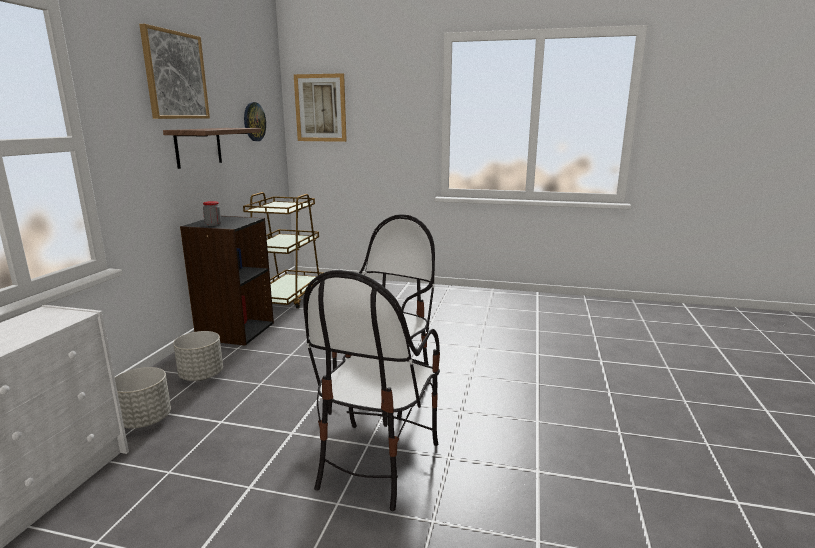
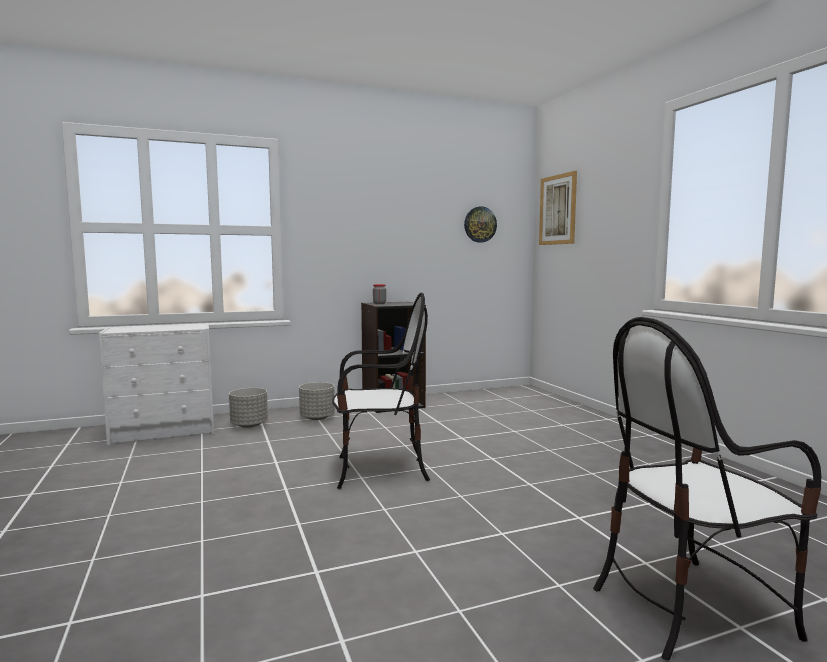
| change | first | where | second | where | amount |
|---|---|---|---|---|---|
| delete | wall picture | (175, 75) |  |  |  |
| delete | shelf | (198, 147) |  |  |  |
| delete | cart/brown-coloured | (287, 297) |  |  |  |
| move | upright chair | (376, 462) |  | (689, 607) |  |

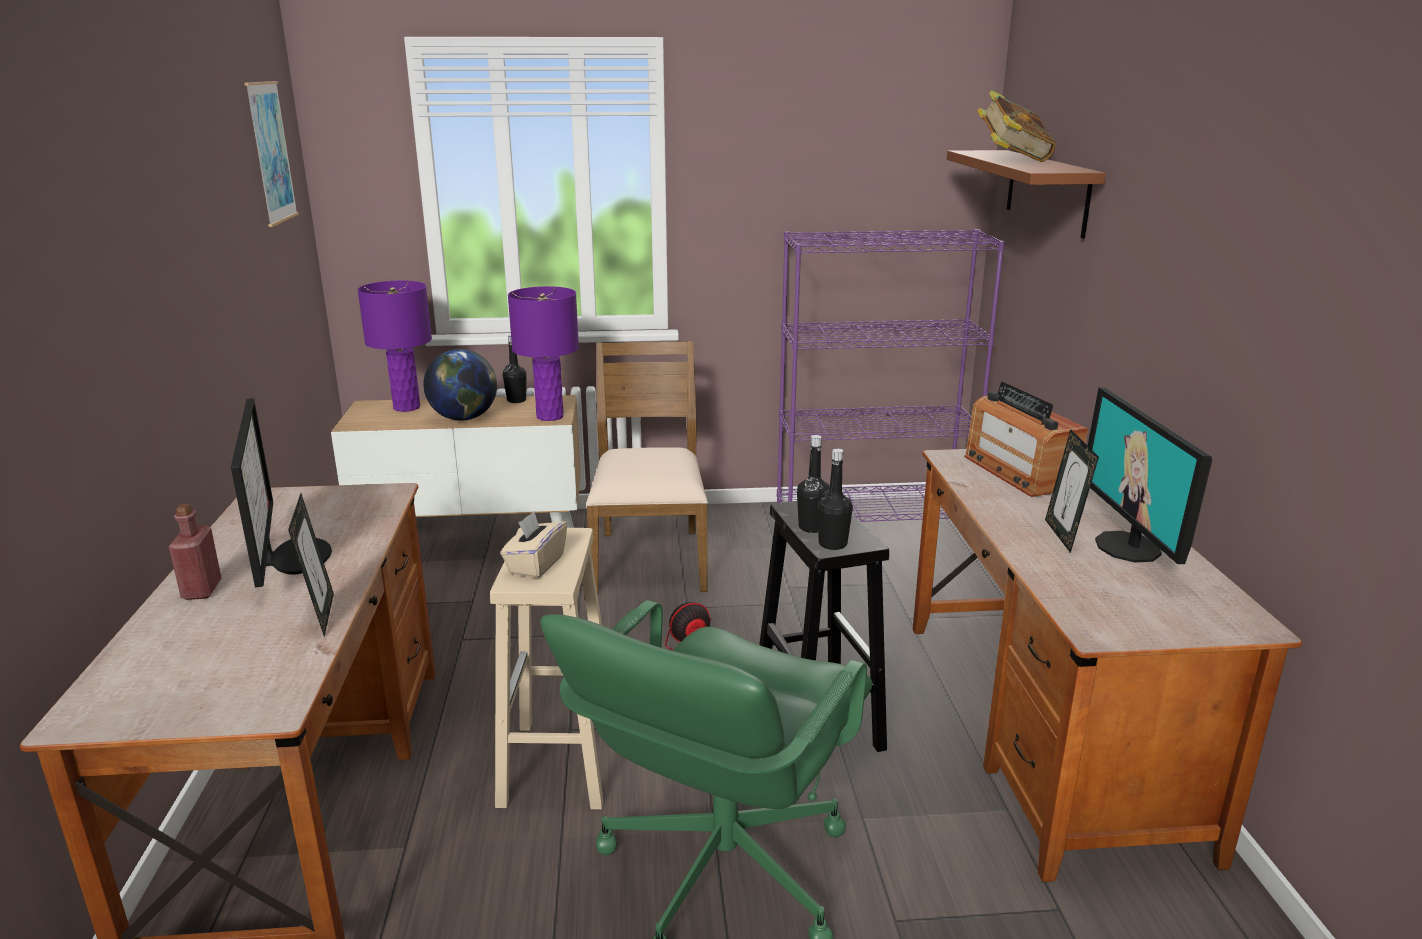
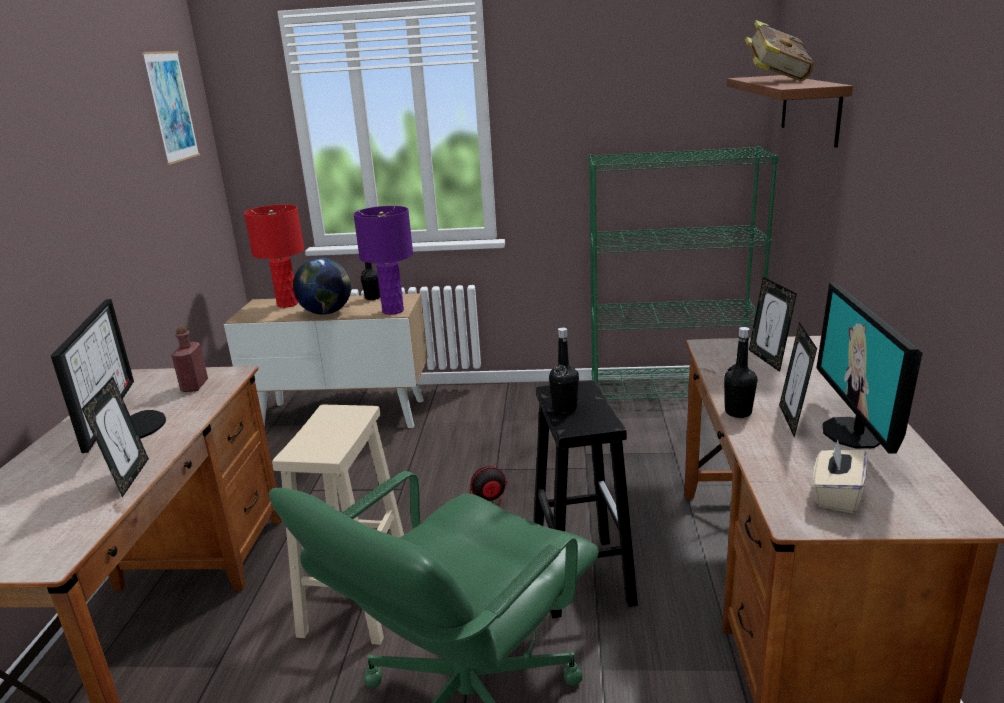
| change | first | where | second | where | amount |
|---|---|---|---|---|---|
| delete | upright chair/brown-coloured | (650, 560) |  |  |  |
| move | bottle/red | (202, 590) |  | (194, 386) |  |
| move | tissue box/beige | (535, 564) |  | (836, 495) |  |
| move | bottle/black | (832, 544) |  | (738, 412) |  |
| replace | radio | (1018, 472) | standing frame | (768, 360) |  |
| recolor | lamp for a table/purple | (406, 407) | lamp for a table/red | (287, 304) |  |
| recolor | bookshelf/purple | (873, 515) | bookshelf/green | (672, 392) |  |

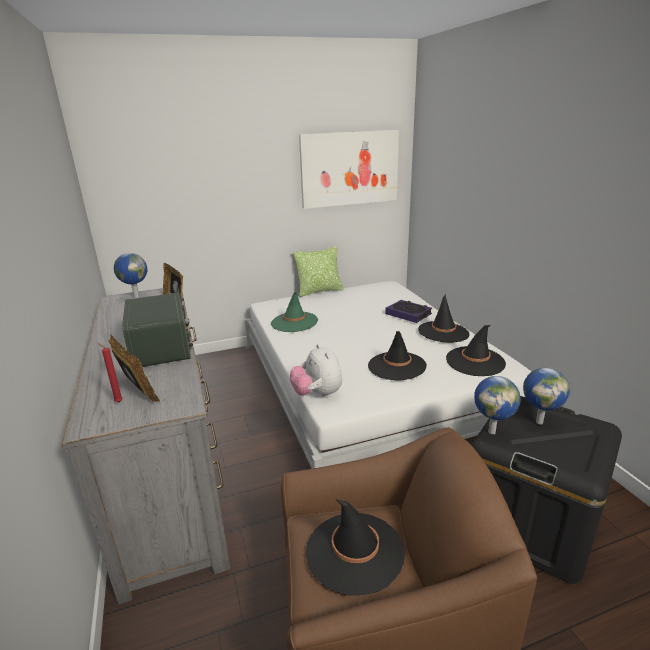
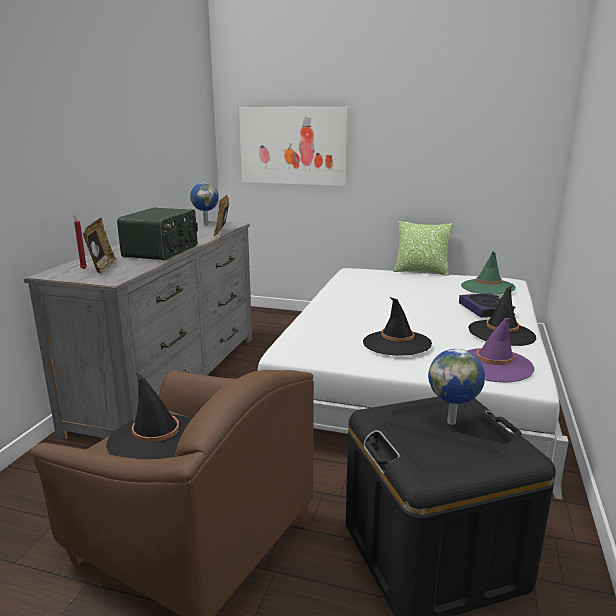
| change | first | where | second | where | amount |
|---|---|---|---|---|---|
| delete | plush toy | (317, 394) |  |  |  |
| delete | globe | (492, 431) |  |  |  |
| move | clothing hat/green | (294, 322) |  | (487, 287) |  |
| move | wall picture | (349, 168) |  | (293, 146) |  |
| recolor | clothing hat/black | (475, 361) | clothing hat/purple | (494, 366) |  |

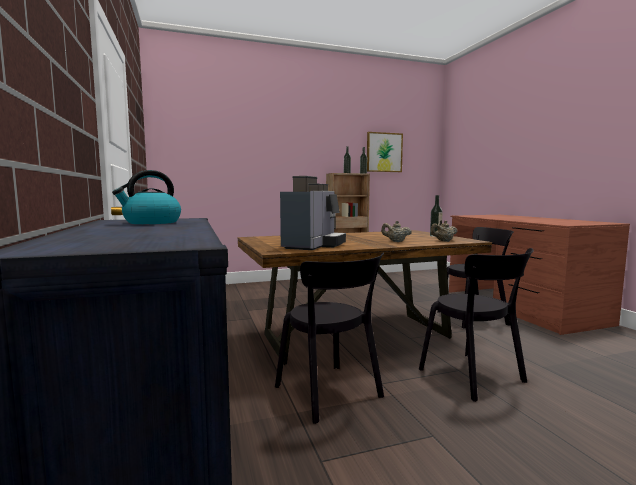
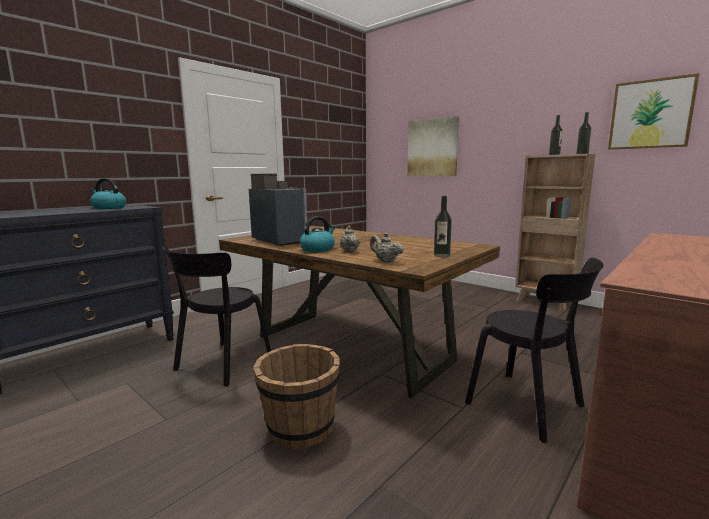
| change | first | where | second | where | amount |
|---|---|---|---|---|---|
| insert |  |  | kettle | (318, 249) |  |
| insert |  |  | wall picture | (432, 148) |  |
| replace | upright chair/black | (474, 377) | water bucket/brown-coloured | (300, 428) |  |
| rotate | coffee maker | (313, 246) |  | (281, 240) | 120 degrees counterclockwise |

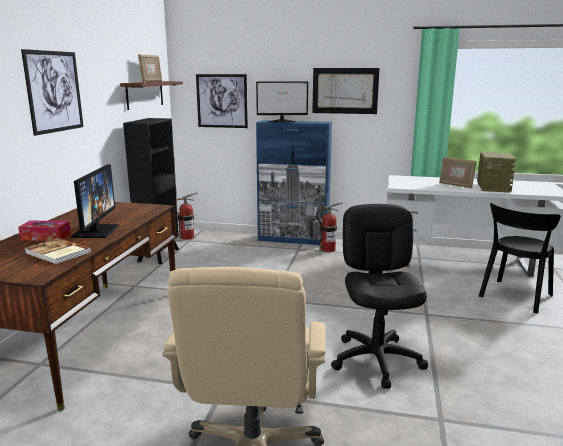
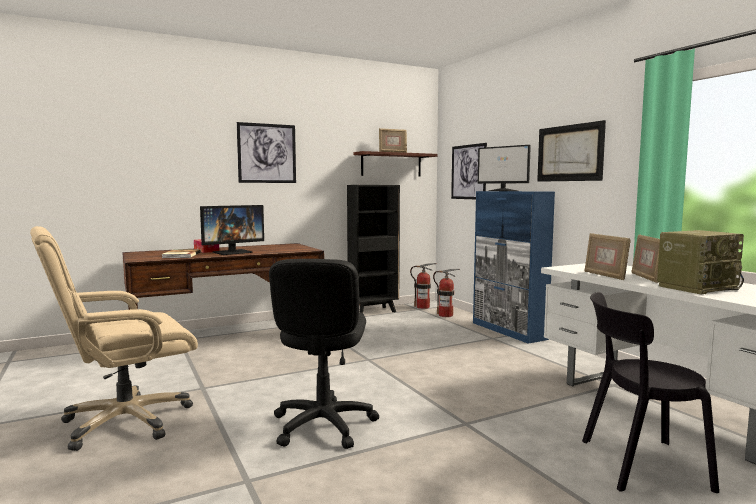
| change | first | where | second | where | amount |
|---|---|---|---|---|---|
| insert |  |  | standing frame | (605, 275) |  |
| move | extinguisher | (328, 249) |  | (446, 315) |  |
| rotate | desk chair/black | (377, 360) |  | (323, 425) | 135 degrees clockwise |

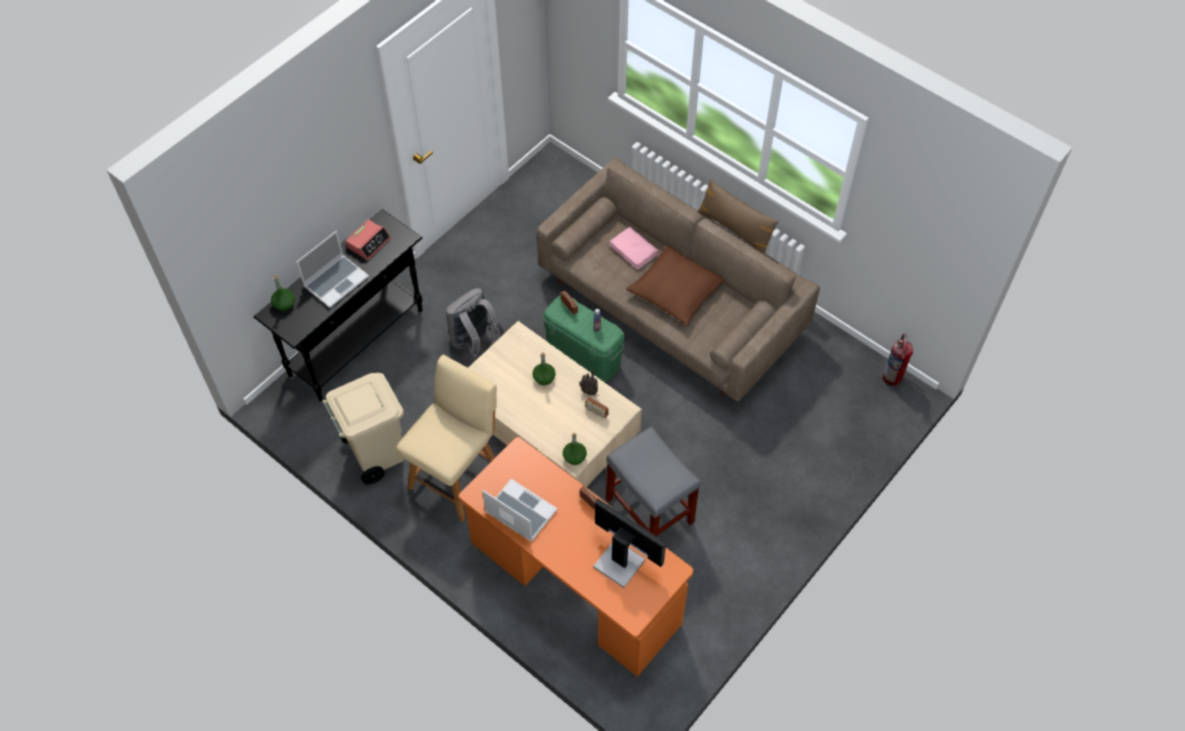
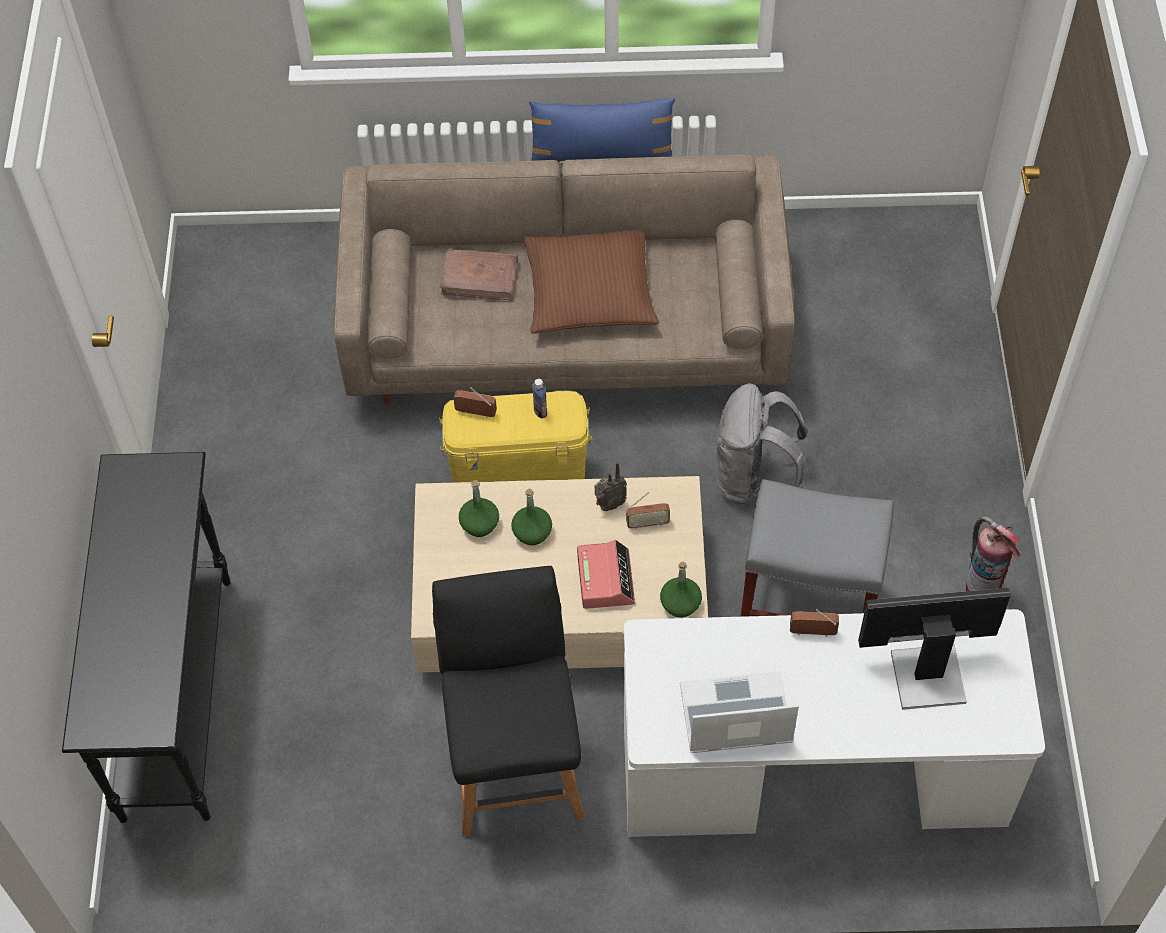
| change | first | where | second | where | amount |
|---|---|---|---|---|---|
| delete | laptop | (336, 281) |  |  |  |
| delete | rubbish bin/beige | (376, 454) |  |  |  |
| move | bottle/green | (284, 304) |  | (480, 524) |  |
| move | table clock | (369, 243) |  | (605, 579) |  |
| move | rucksack/greyish | (474, 342) |  | (754, 478) |  |
| move | extinguisher | (892, 377) |  | (982, 589) |  |
| recolor | upright chair/beige | (457, 477) | upright chair/black | (515, 766) |  |
| recolor | desk/orange | (575, 583) | desk/white-coloured | (812, 777) |  |
| recolor | storage container/green | (583, 355) | storage container/yellowish | (518, 476) |  |
| recolor | bound book/pink-coloured | (634, 250) | bound book/brown-coloured | (480, 277) |  |
| recolor | cushion/brown-coloured | (735, 230) | cushion/blue | (602, 156) |  |

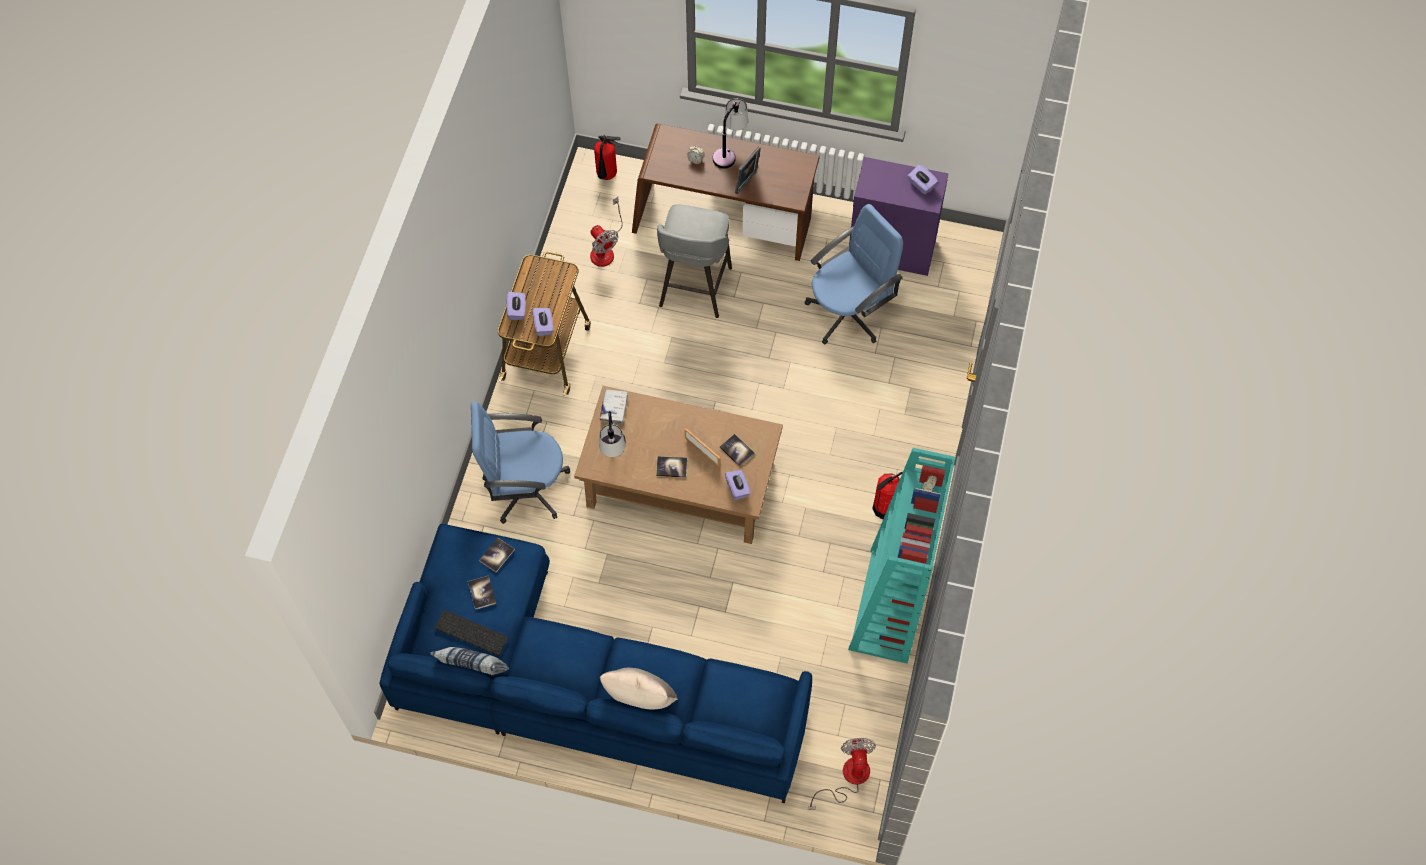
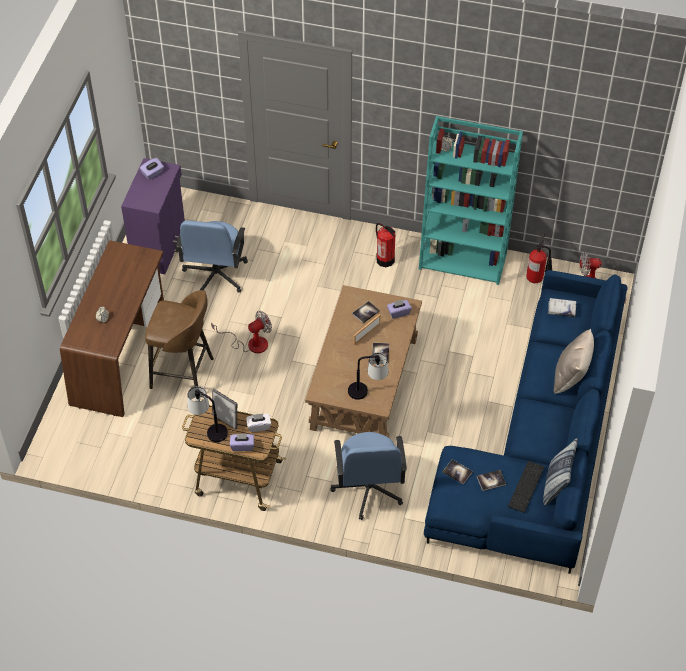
| change | first | where | second | where | amount |
|---|---|---|---|---|---|
| move | fan | (605, 249) |  | (250, 343) |  |
| move | extinguisher | (607, 176) |  | (537, 278) |  |
| move | bound book/white-coloured | (614, 408) |  | (561, 310) |  |
| move | lamp for a table | (729, 151) |  | (209, 429) |  |
| move | standing frame | (747, 183) |  | (226, 420) |  |
| recolor | tissue box/purple | (544, 326) | tissue box/white-coloured | (259, 426) |  |
| recolor | sitting stool/greyish | (694, 289) | sitting stool/brown-coloured | (184, 374) |  |
| rotate | desk chair/blue | (848, 313) |  | (215, 275) | 135 degrees counterclockwise |

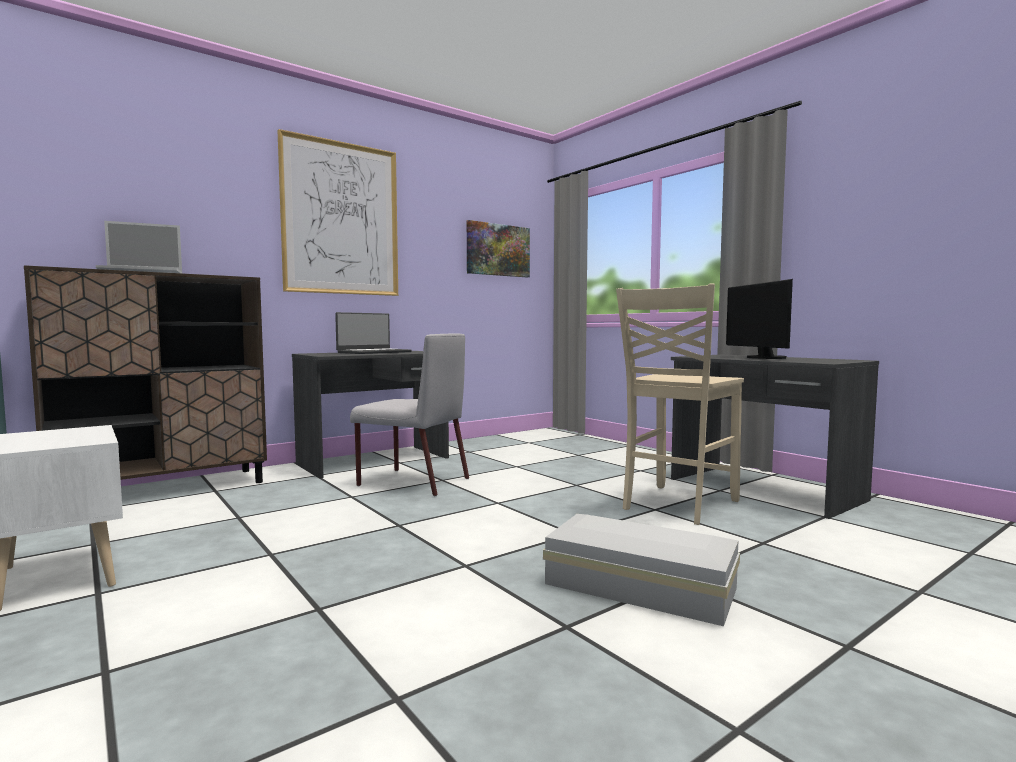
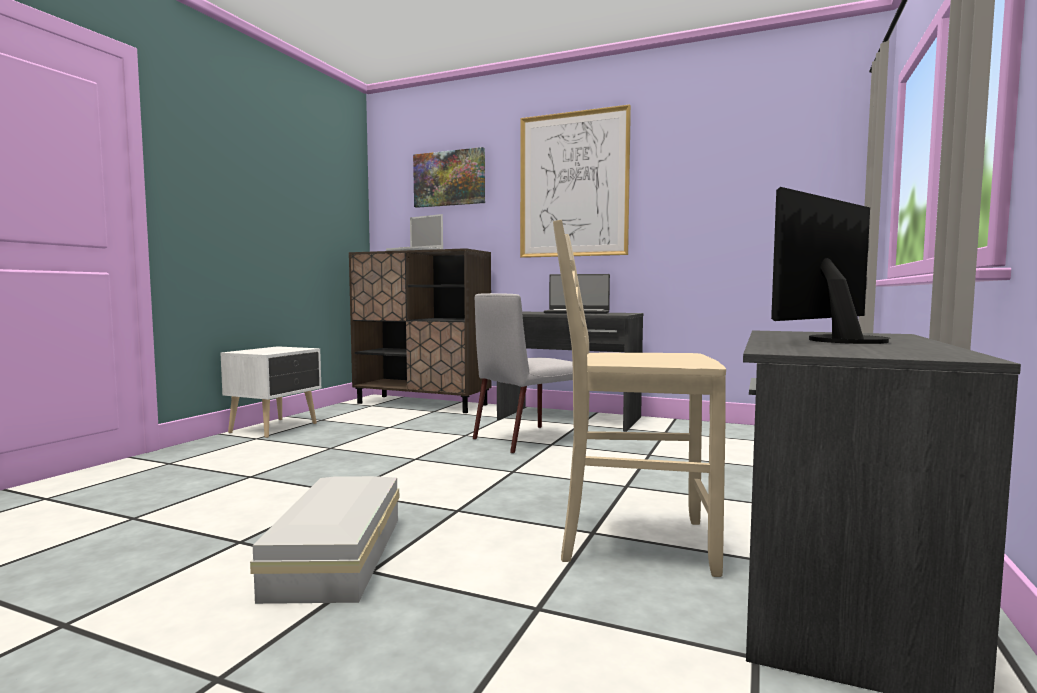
| change | first | where | second | where | amount |
|---|---|---|---|---|---|
| move | wall picture | (498, 250) |  | (449, 178) |  |
| rotate | upright chair/greyish | (412, 482) |  | (528, 439) | 60 degrees clockwise |

